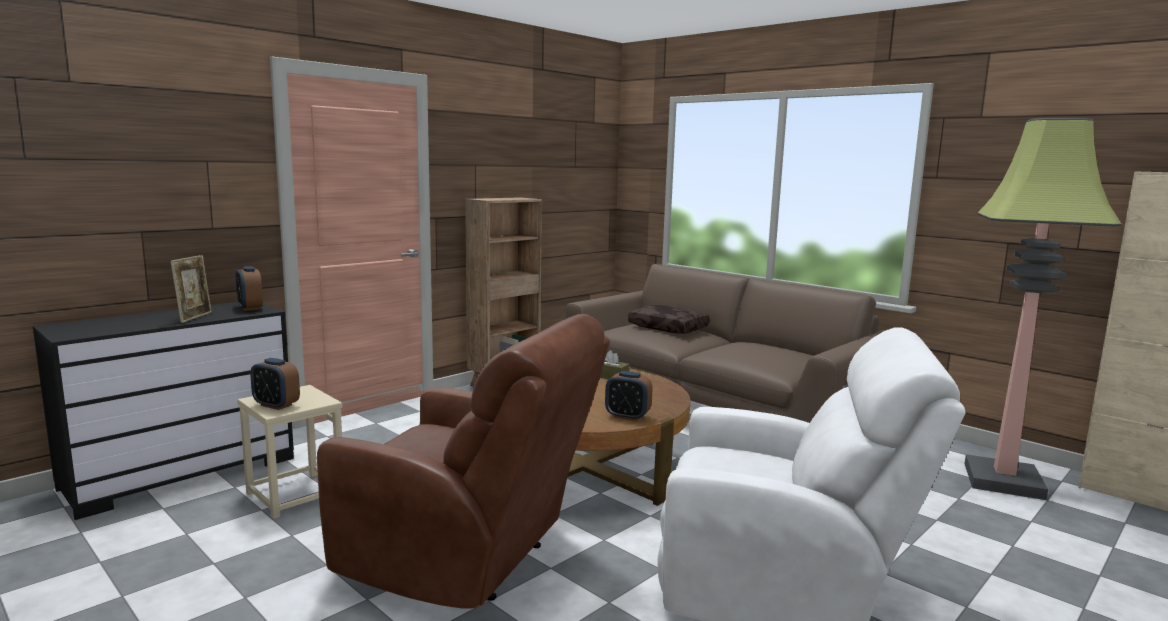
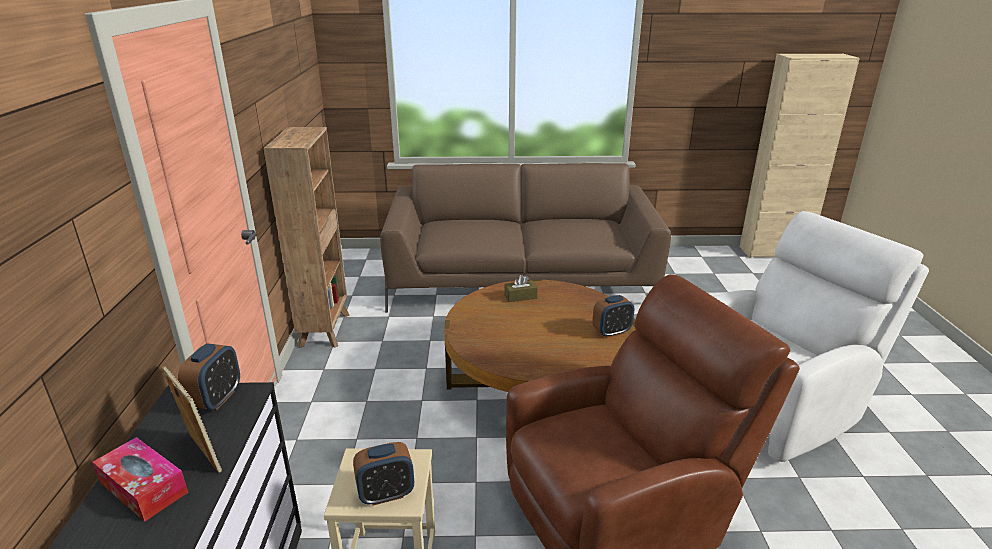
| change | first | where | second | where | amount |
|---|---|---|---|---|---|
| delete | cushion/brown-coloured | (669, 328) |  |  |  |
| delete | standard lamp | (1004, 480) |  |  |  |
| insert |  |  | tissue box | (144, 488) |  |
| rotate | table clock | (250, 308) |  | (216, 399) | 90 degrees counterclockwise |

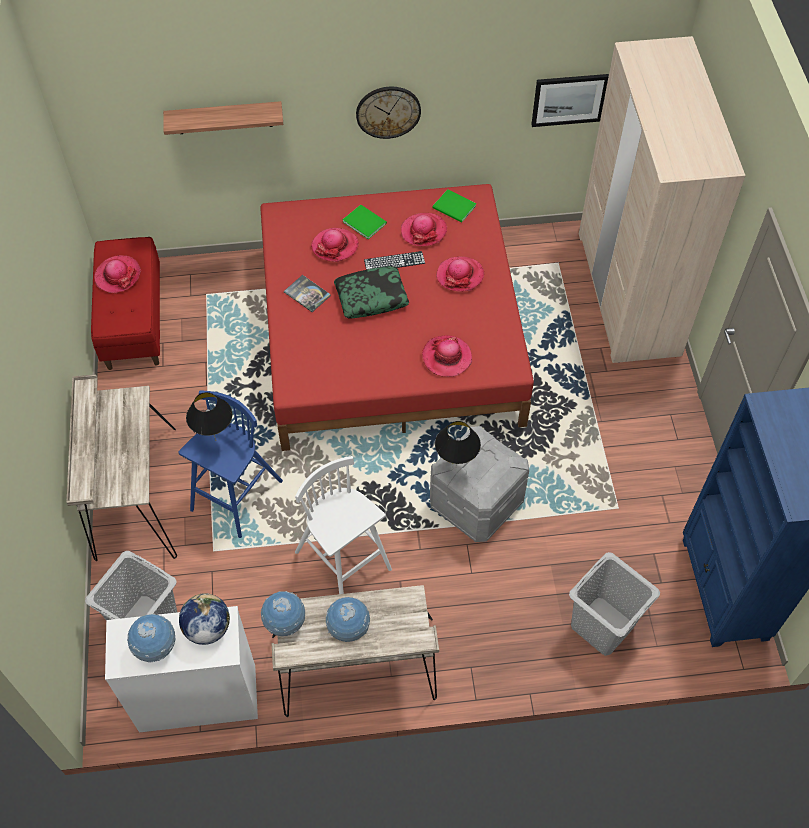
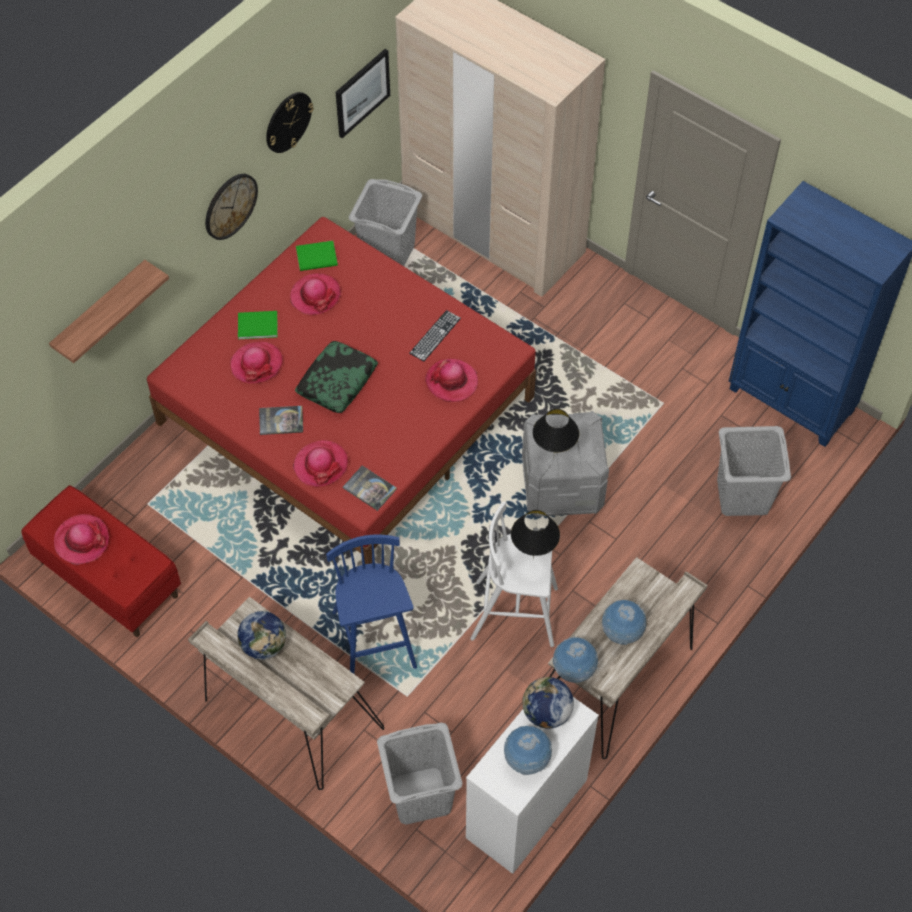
| change | first | where | second | where | amount |
|---|---|---|---|---|---|
| insert |  |  | globe | (264, 645) |  |
| insert |  |  | clock on the wall | (288, 122) |  |
| insert |  |  | bound book | (369, 488) |  |
| insert |  |  | hamper/greyish | (388, 253) |  |
| move | lamp for a table/black | (216, 441) |  | (533, 559) |  |
| move | computer keyboard | (394, 261) |  | (435, 335) |  |
| move | clothing hat | (460, 275) |  | (321, 465) |  |

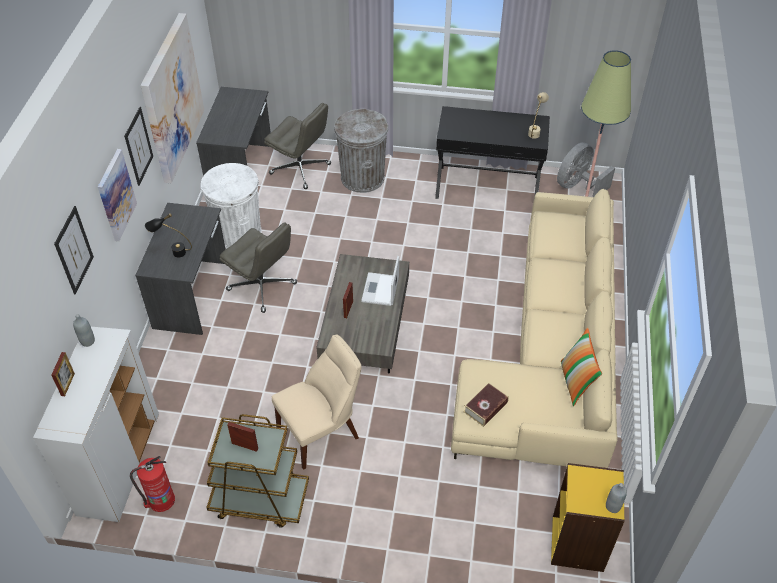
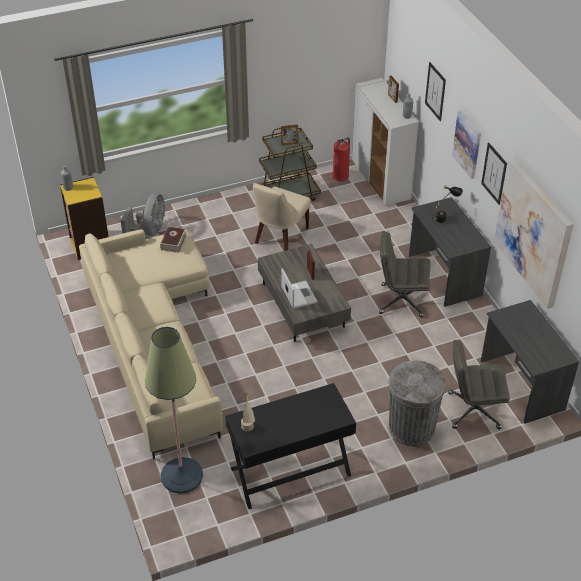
| change | first | where | second | where | amount |
|---|---|---|---|---|---|
| delete | rubbish bin/white-coloured | (238, 233) |  |  |  |
| delete | cushion | (576, 382) |  |  |  |
| move | fan/greyish | (578, 186) |  | (150, 231) |  |

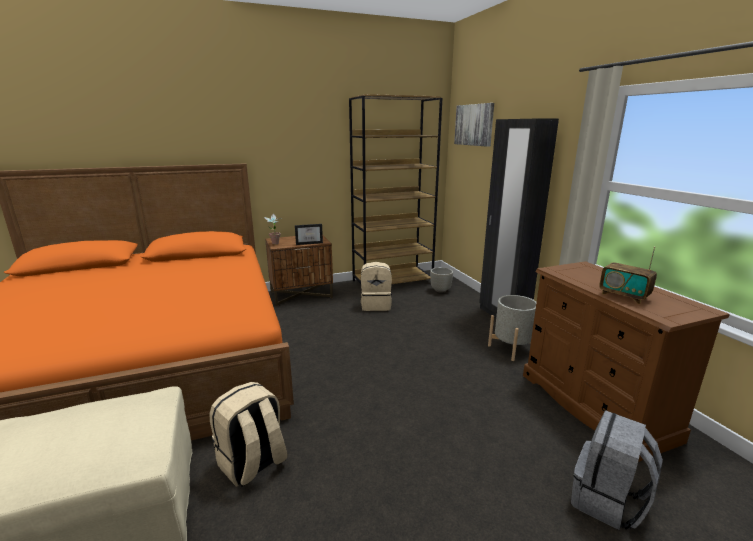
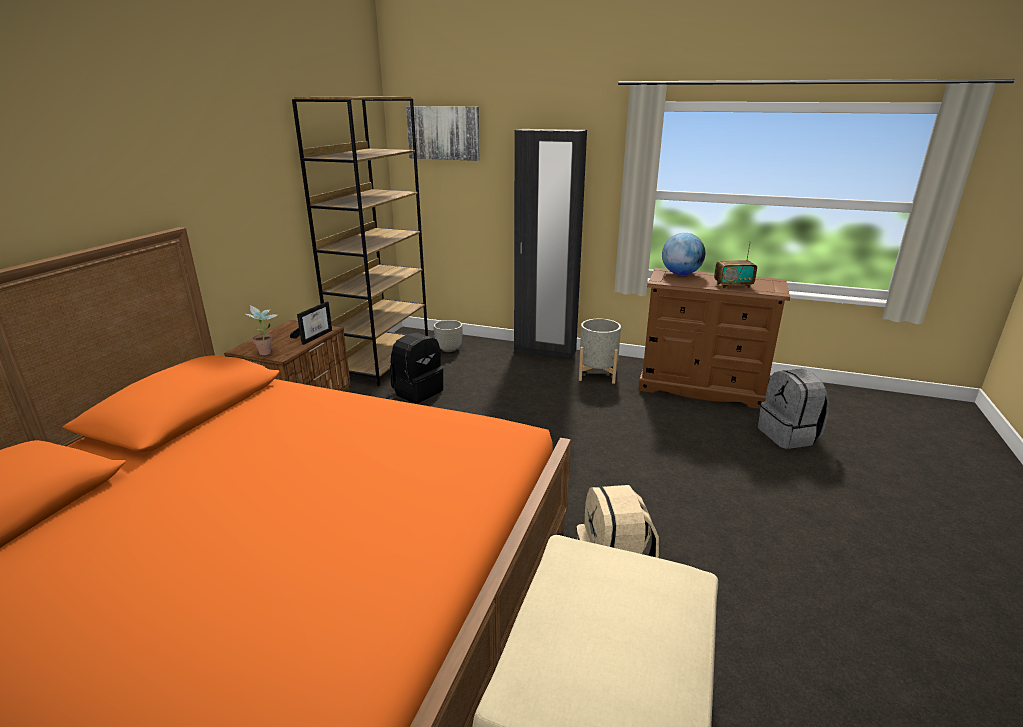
| change | first | where | second | where | amount |
|---|---|---|---|---|---|
| insert |  |  | globe | (681, 274) |  |
| recolor | rucksack/beige | (376, 305) | rucksack/black | (417, 391) |  |

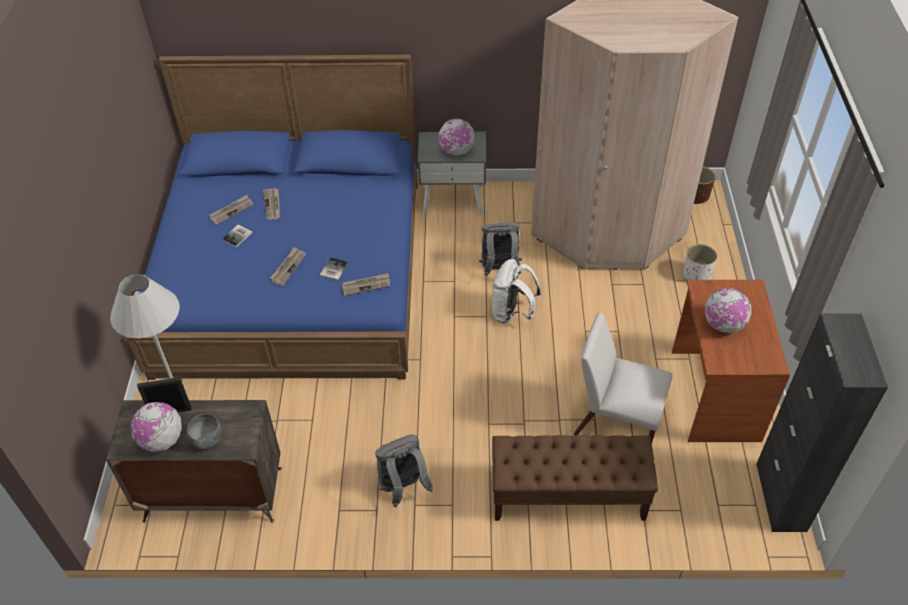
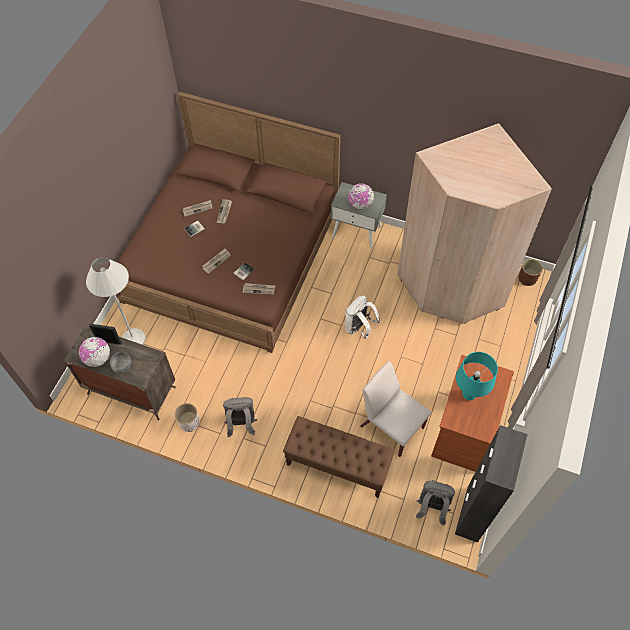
| change | first | where | second | where | amount |
|---|---|---|---|---|---|
| move | rucksack/greyish | (499, 269) |  | (432, 508) |  |
| move | flower pot/white-coloured | (696, 275) |  | (189, 422) |  |
| replace | globe | (723, 325) | lamp for a table/turquoise | (468, 395) |  |
| recolor | bedroom bed/blue | (293, 273) | bedroom bed/brown-coloured | (232, 255) |  |

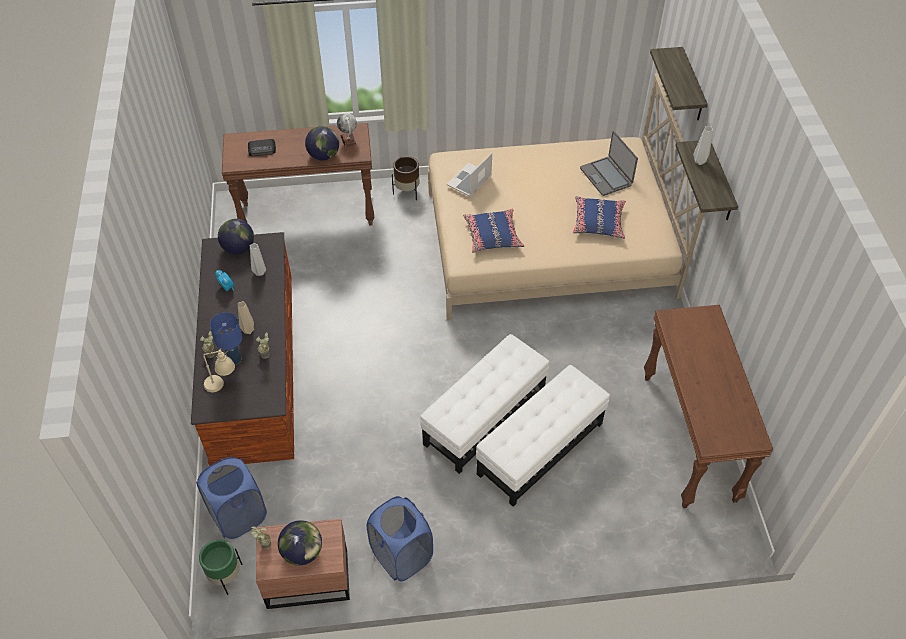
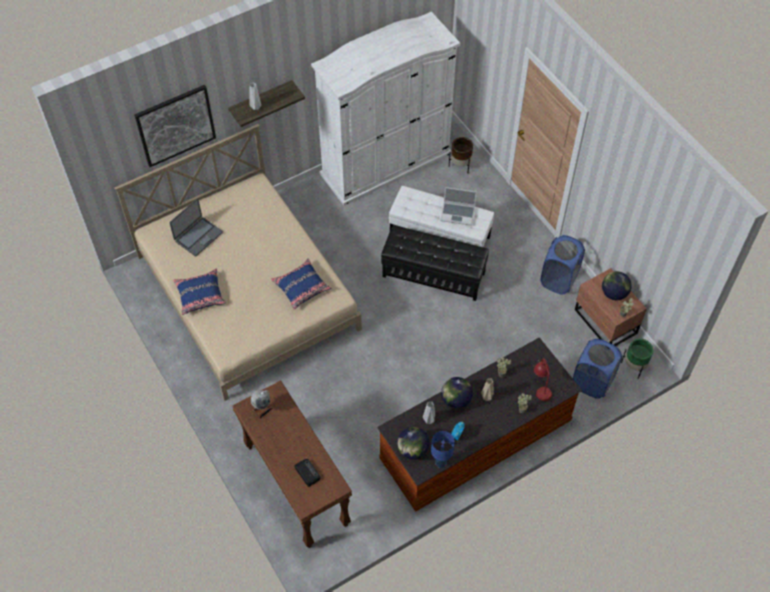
| change | first | where | second | where | amount |
|---|---|---|---|---|---|
| move | lamp for a table/blue | (234, 359) |  | (441, 462) |  |
| move | globe | (324, 155) |  | (455, 400) |  |
| move | flower pot/brown-coloured | (407, 192) |  | (460, 165) |  |
| move | laptop | (469, 181) |  | (458, 214) |  |
| move | cushion/blue | (598, 222) |  | (200, 295) |  |
| replace | console table/brown-coloured | (690, 437) | armoire/white-coloured | (386, 163) |  |
| replace | shelf | (692, 86) | wall picture | (175, 125) |  |
| recolor | lamp for a table/beige | (222, 384) | lamp for a table/red | (541, 388) |  |
| recolor | footrest/white-coloured | (485, 417) | footrest/black | (433, 274) |  |

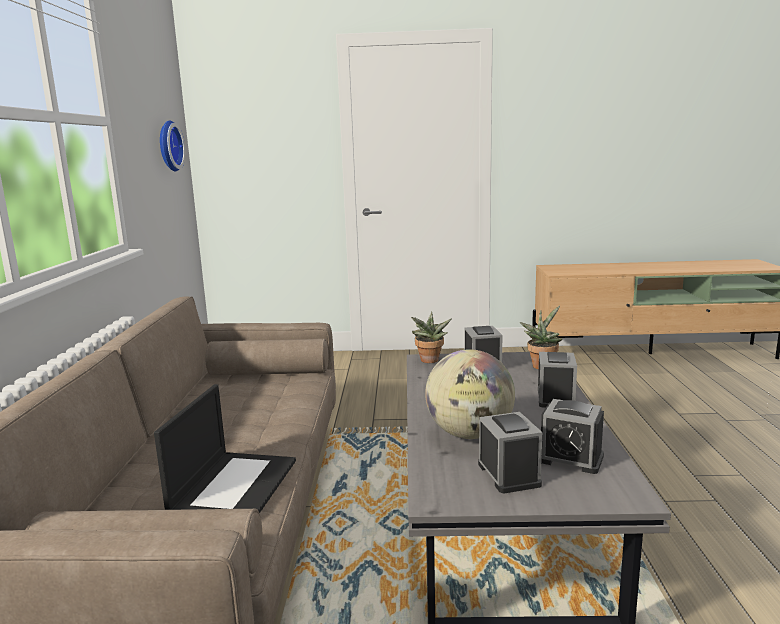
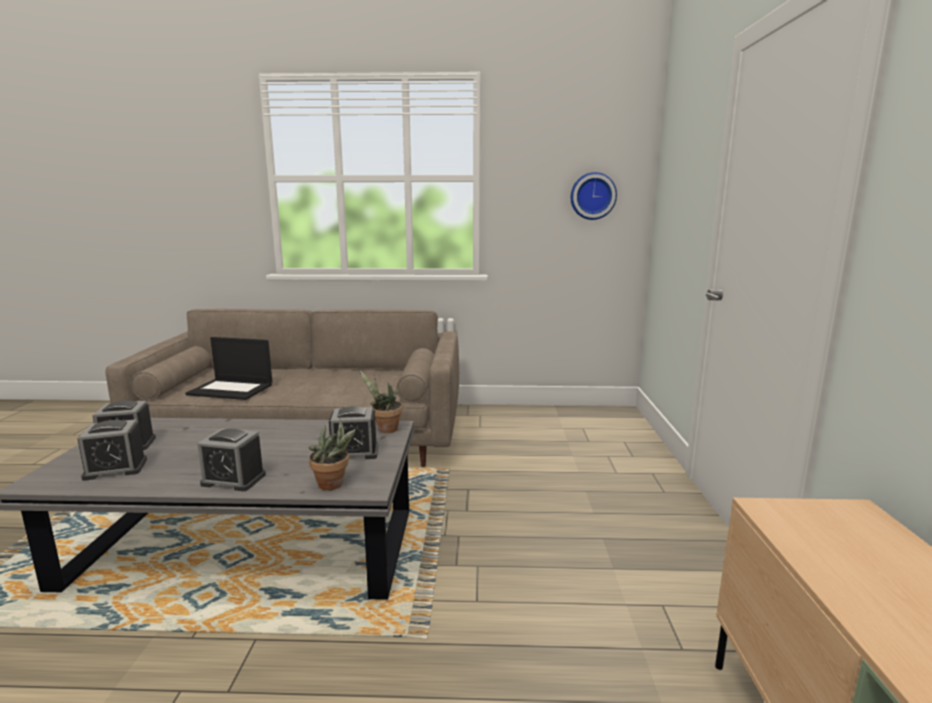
| change | first | where | second | where | amount |
|---|---|---|---|---|---|
| delete | globe | (469, 434) |  |  |  |
| rotate | table clock | (570, 458) |  | (115, 469) | 135 degrees counterclockwise |

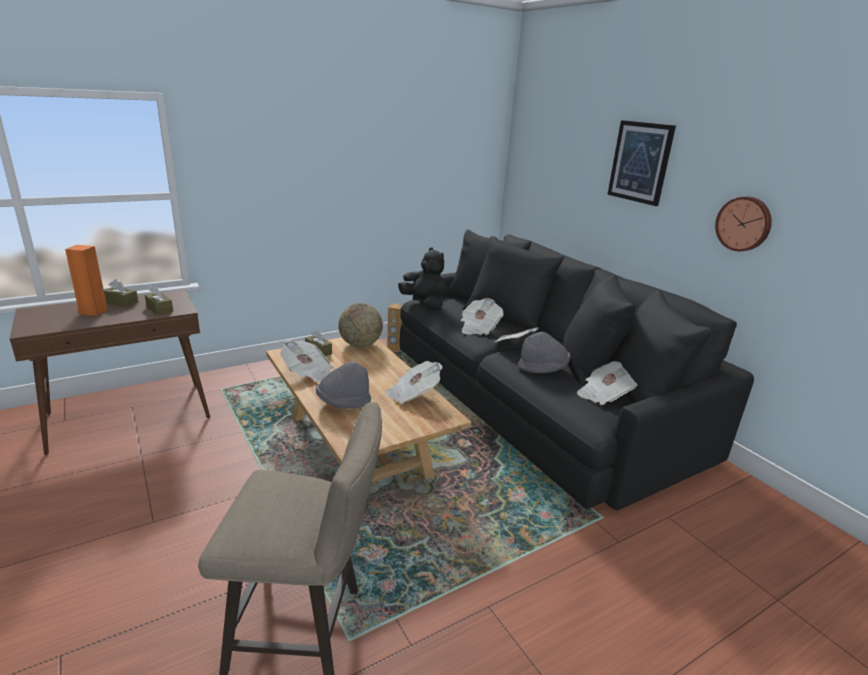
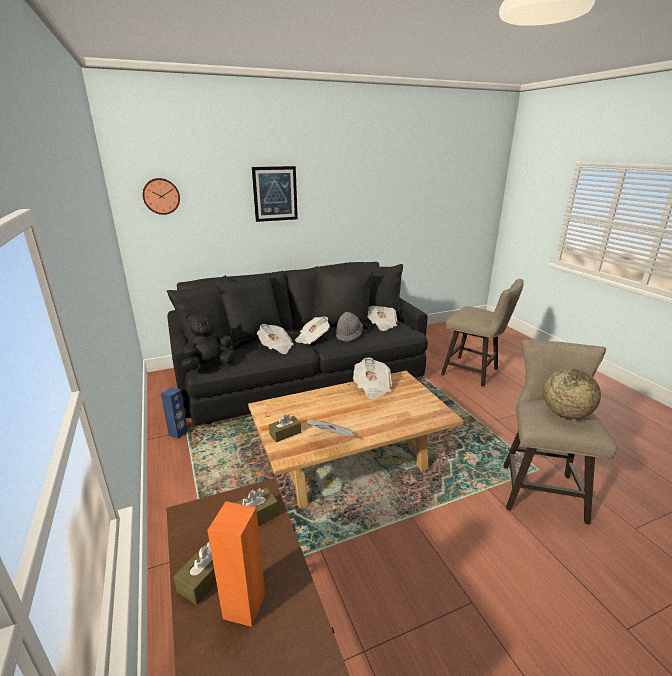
| change | first | where | second | where | amount |
|---|---|---|---|---|---|
| delete | clothing hat/greyish | (343, 403) |  |  |  |
| insert |  |  | sitting stool/beige | (474, 373) |  |
| move | globe | (360, 345) |  | (565, 414) |  |
| move | clock on the wall | (744, 223) |  | (161, 196) |  |
| recolor | audio speaker/brown-coloured | (395, 348) | audio speaker/blue | (178, 433) |  |

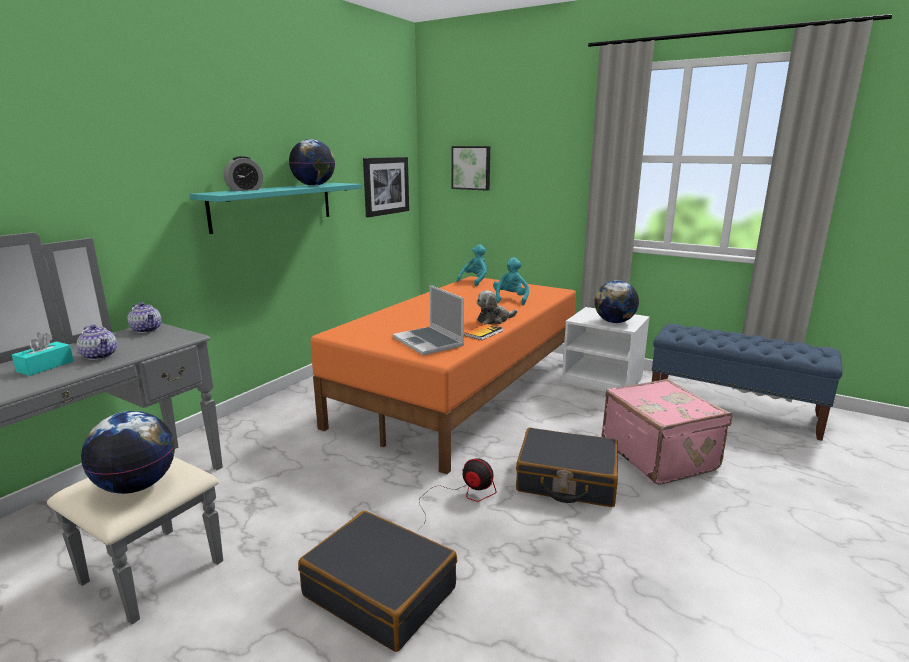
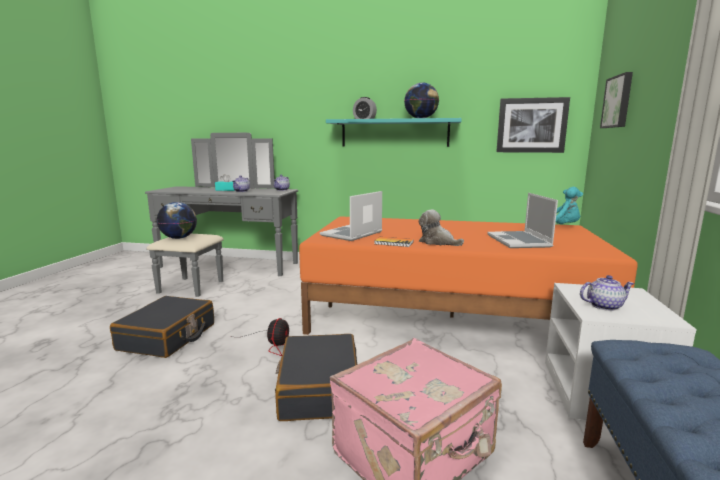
| change | first | where | second | where | amount |
|---|---|---|---|---|---|
| replace | plush toy/turquoise | (510, 299) | laptop | (519, 241) |  |
| replace | globe | (614, 322) | tea pot | (604, 306) |  |

